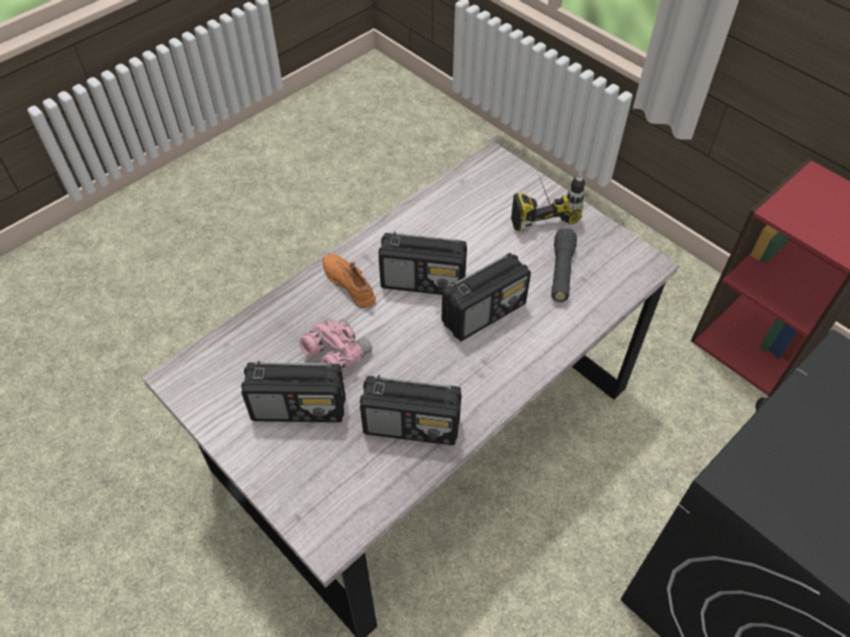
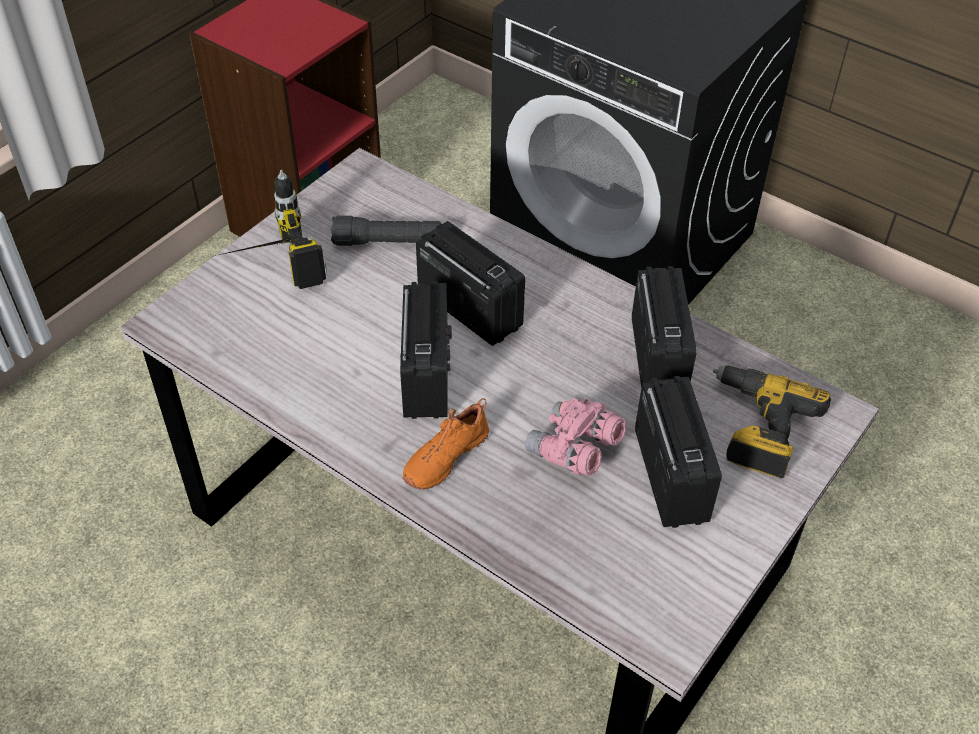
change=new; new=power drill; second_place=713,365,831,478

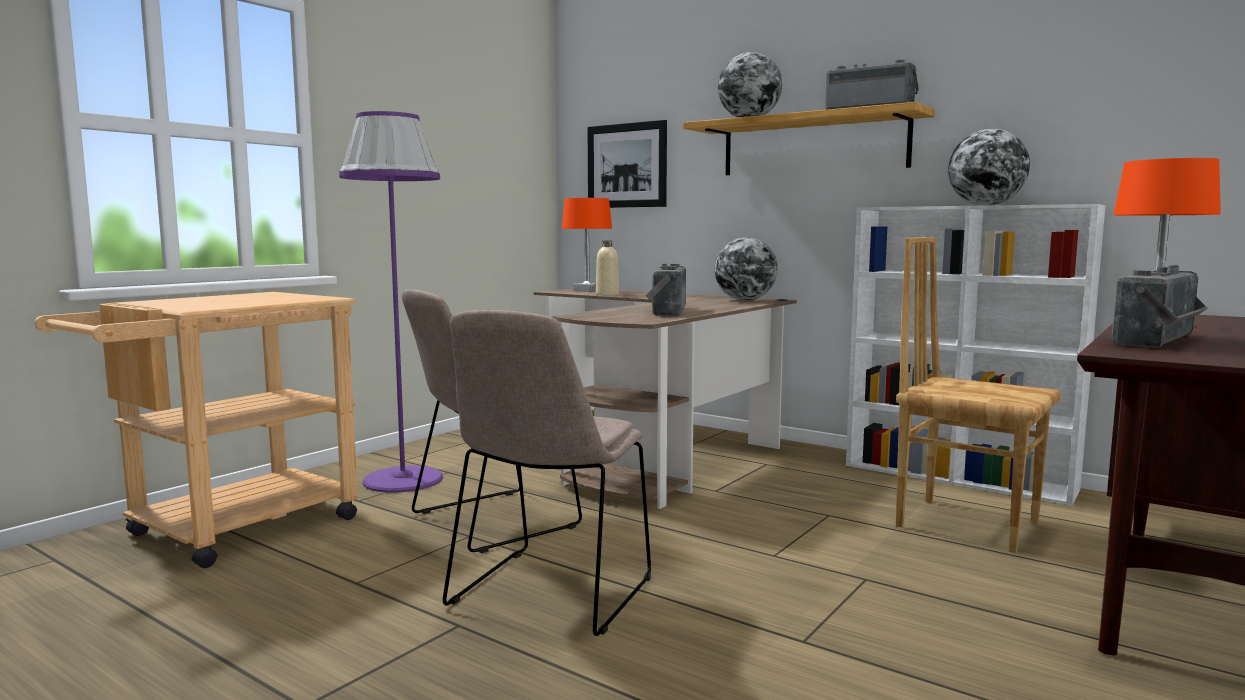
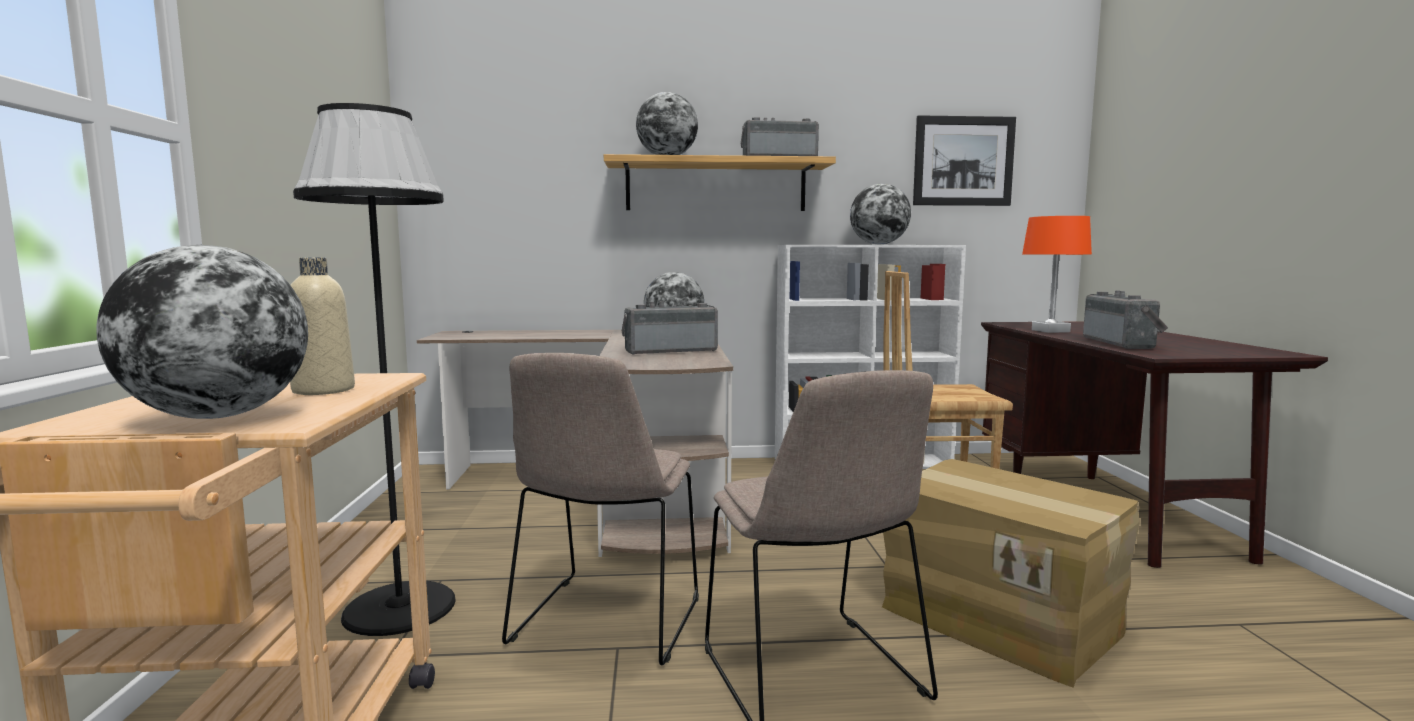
change=repainted; old=floor lamp (purple); new=floor lamp (black); first_place=339,111,443,493; second_place=293,103,456,636
change=shifted; old=picture; first_place=588,120,667,208; second_place=913,115,1016,206
change=gone; old=table lamp (orange); first_place=562,198,612,292
change=shifted; old=bottle (beige); first_place=596,240,619,296; second_place=290,258,355,395
change=rotated; old=radio; first_place=646,264,686,316; second_place=622,301,718,355; degrees=105
change=new; new=globe; second_place=96,245,308,419
change=new; new=cardboard box; second_place=882,459,1140,688

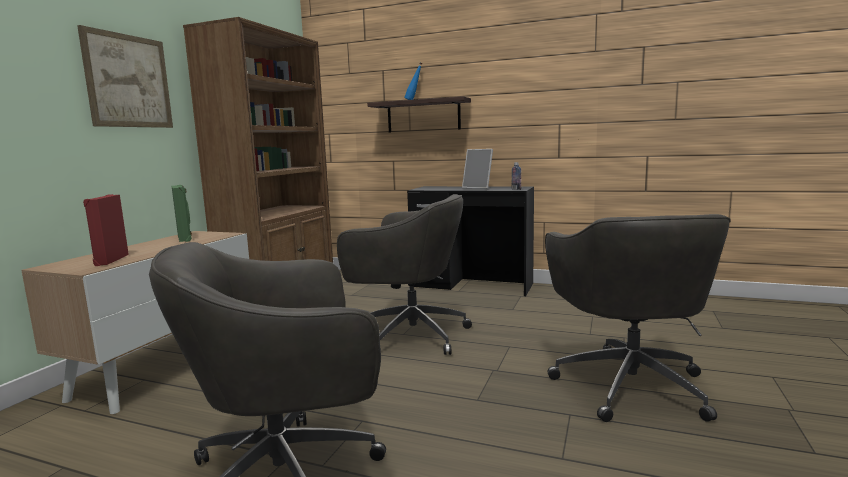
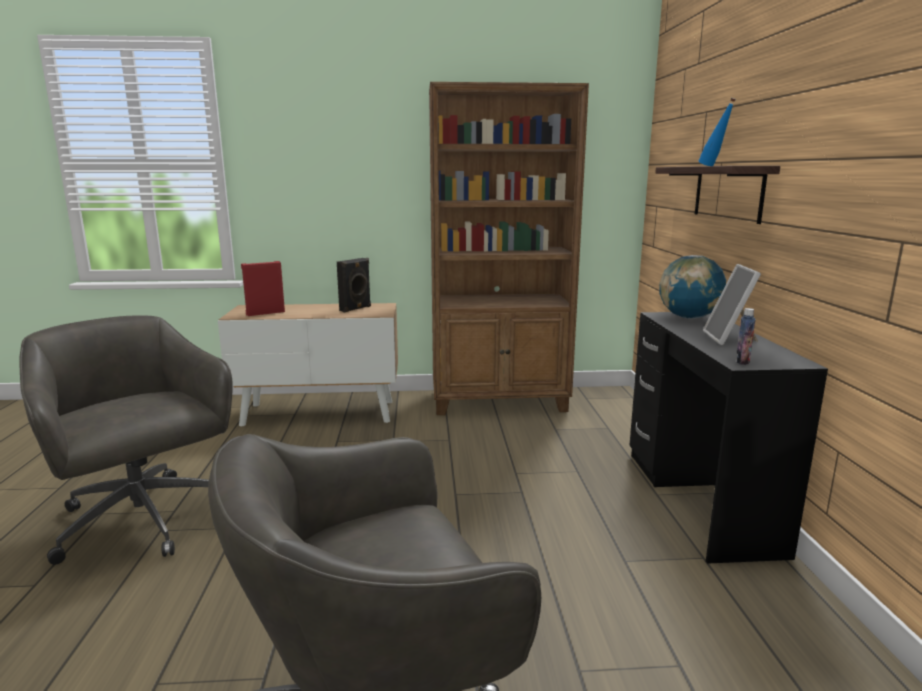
change=gone; old=picture; first_place=77,25,173,128
change=repainted; old=speaker (green); new=speaker (black); first_place=172,185,192,242; second_place=337,258,371,312
change=gone; old=office chair (grey); first_place=337,194,472,355
change=new; new=globe; second_place=659,255,726,319

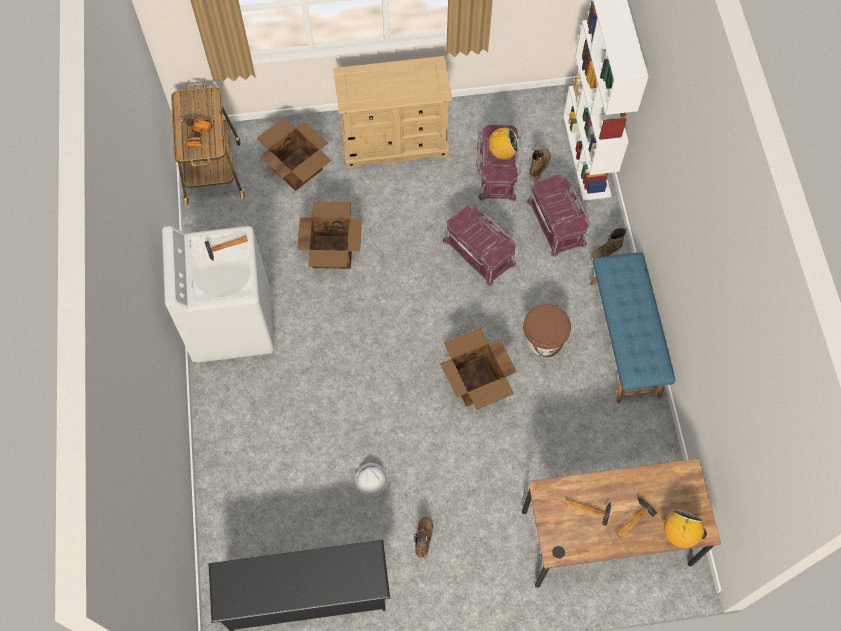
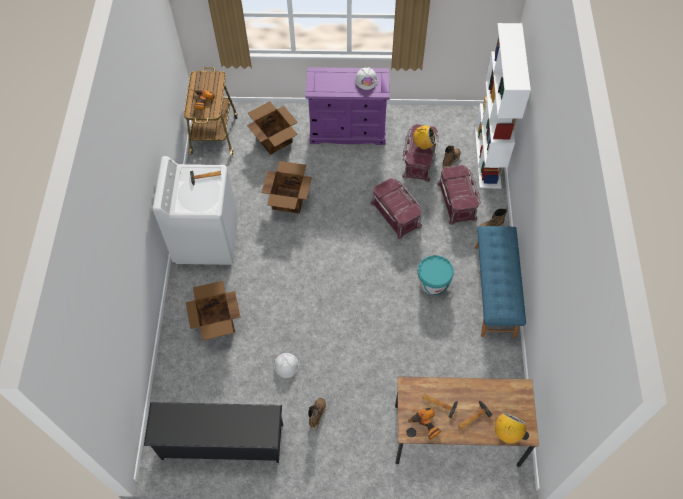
change=repainted; old=dresser (beige); new=dresser (purple); first_place=333,56,452,168; second_place=306,67,389,145
change=repainted; old=bucket (brown); new=bucket (turquoise); first_place=523,304,571,357; second_place=418,255,454,295
change=shifted; old=cardboard box; first_place=440,328,517,409; second_place=186,281,240,340
change=new; new=hard hat (white); second_place=355,68,378,90
change=new; new=power drill; second_place=404,408,441,440

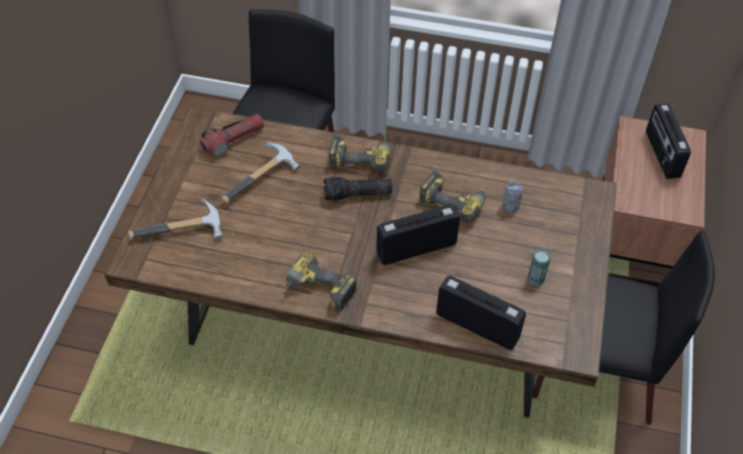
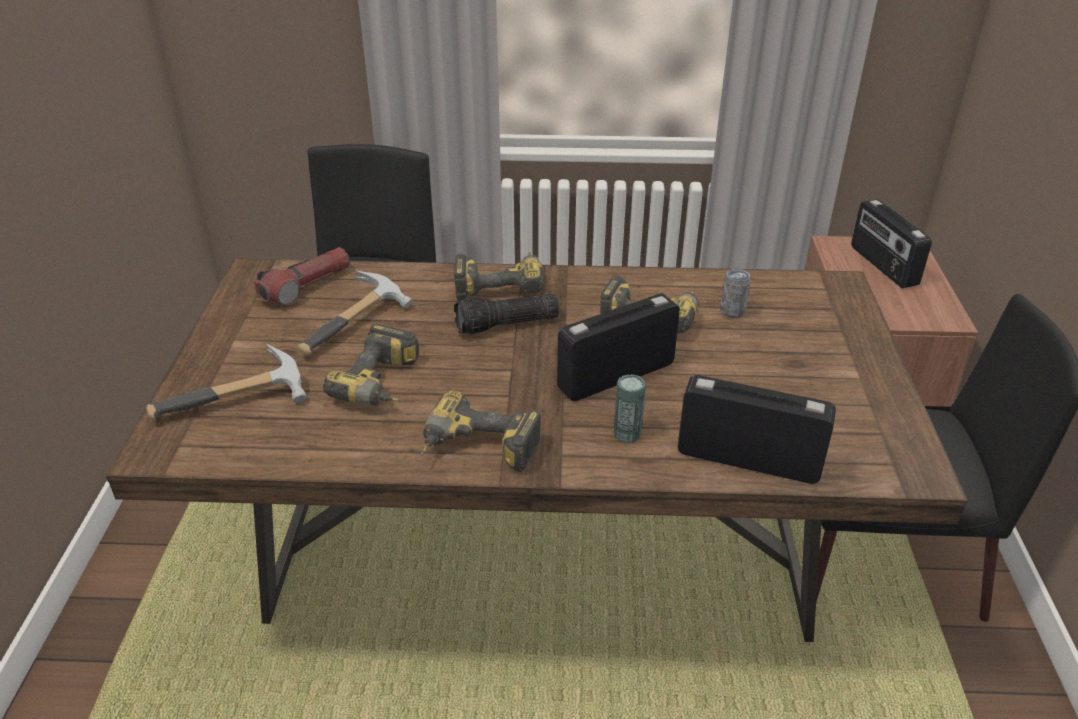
change=shifted; old=can; first_place=528,250,551,286; second_place=614,374,646,443
change=new; new=power drill; second_place=323,323,419,406

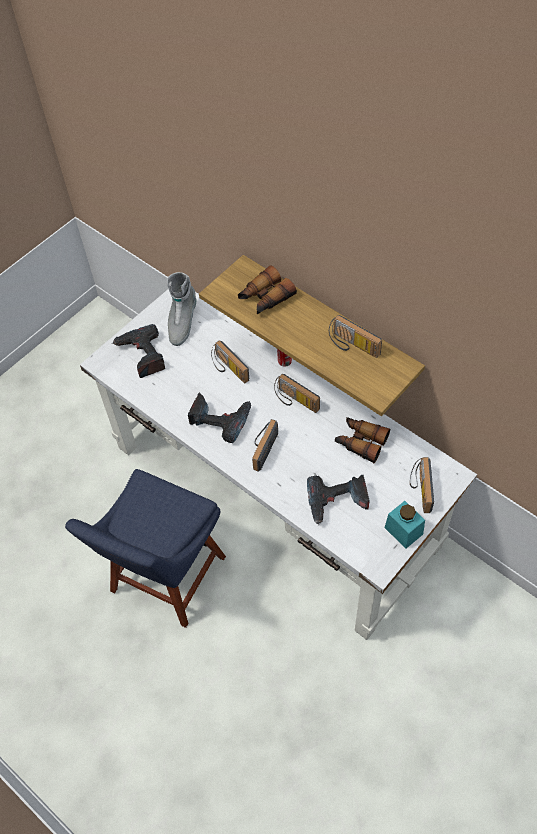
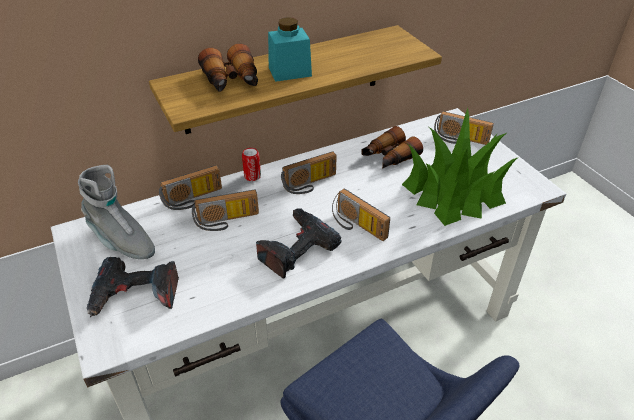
change=shifted; old=radio; first_place=329,315,382,358; second_place=159,165,222,210
change=swapped; old=power drill; new=potted plant; first_place=307,475,370,525; second_place=402,108,517,226
change=shifted; old=jar (turquoise); first_place=385,501,425,549; second_place=268,17,312,82

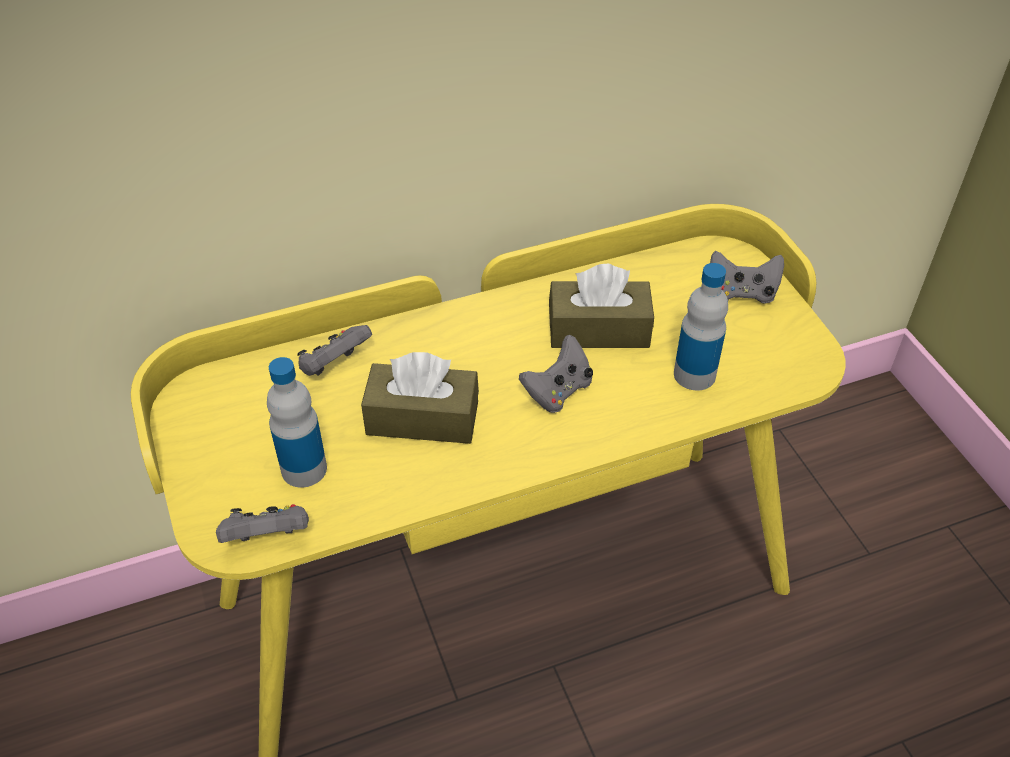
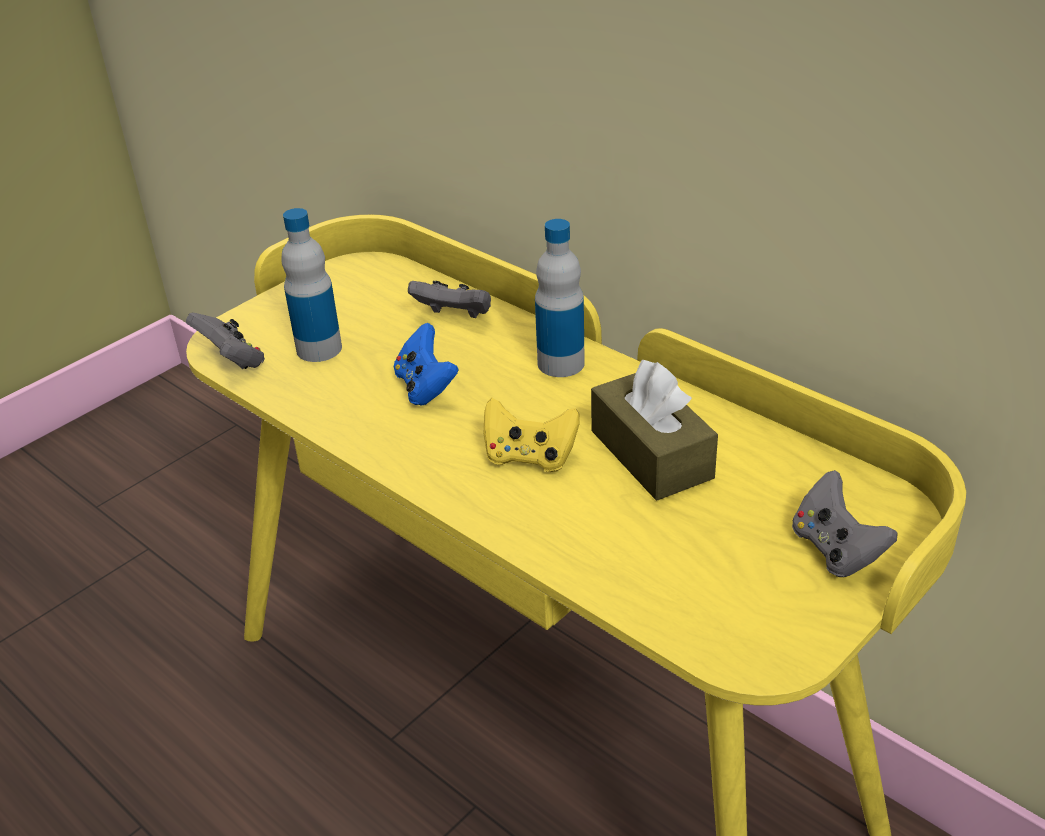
change=shifted; old=bottle; first_place=674,263,728,390; second_place=535,219,585,377
change=repainted; old=game controller (grey); new=game controller (yellow); first_place=519,335,593,413; second_place=484,398,580,472
change=swapped; old=tissue box (brown); new=game controller (blue); first_place=361,352,479,444; second_place=394,323,459,406

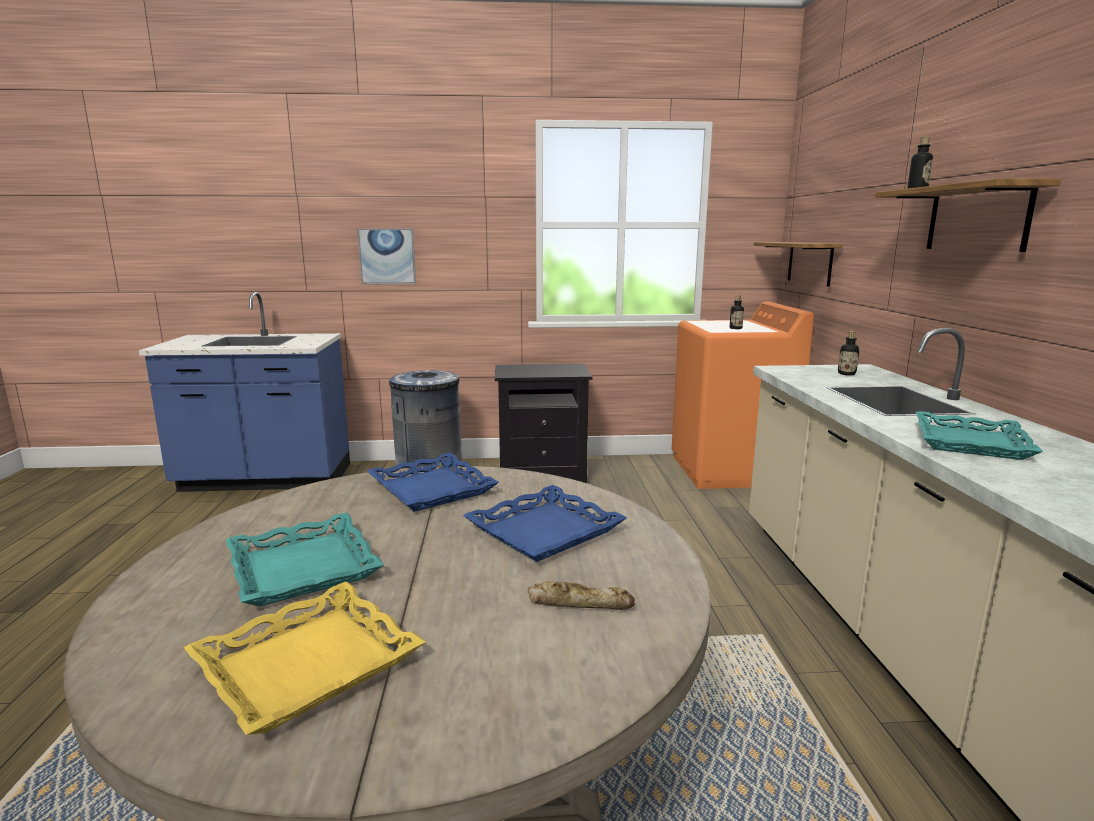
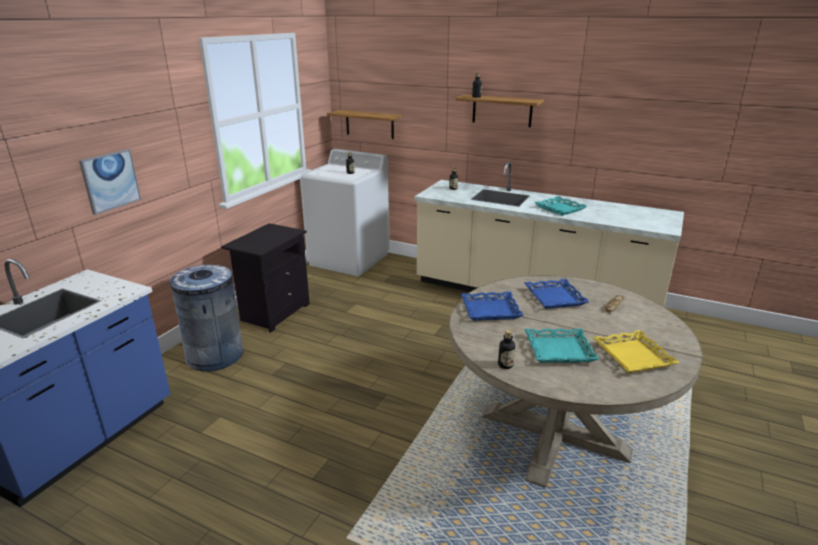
change=repainted; old=washing machine (orange); new=washing machine (white); first_place=672,302,814,489; second_place=300,149,390,276
change=new; new=bottle; second_place=498,330,515,369

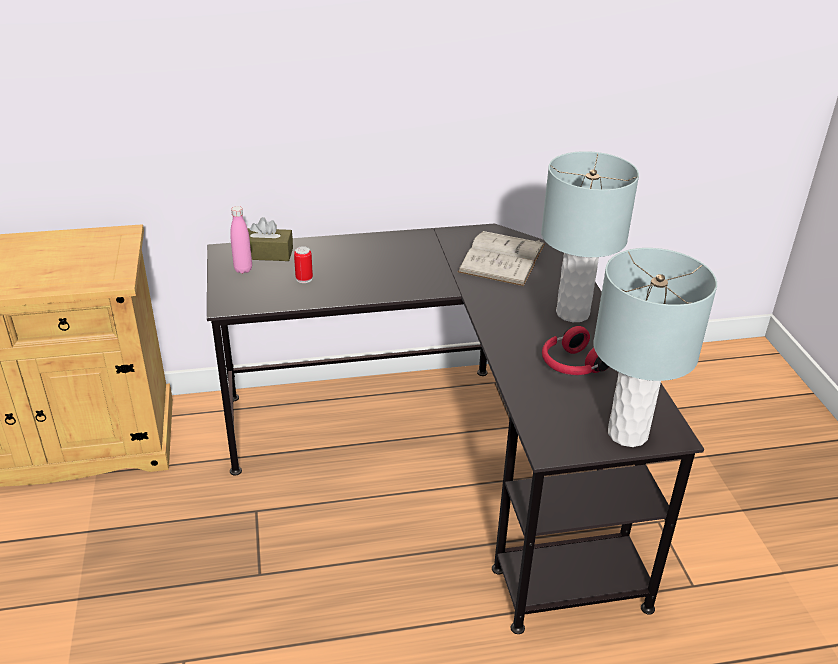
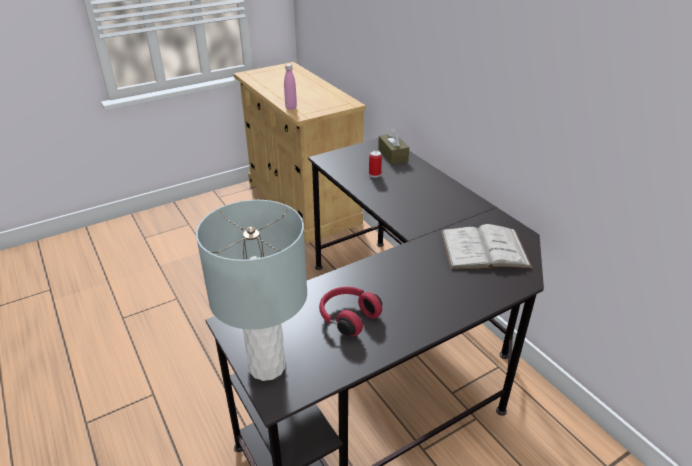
change=gone; old=table lamp (grey); first_place=541,151,639,322
change=shifted; old=bottle (pink); first_place=230,206,252,274; second_place=284,64,297,110

